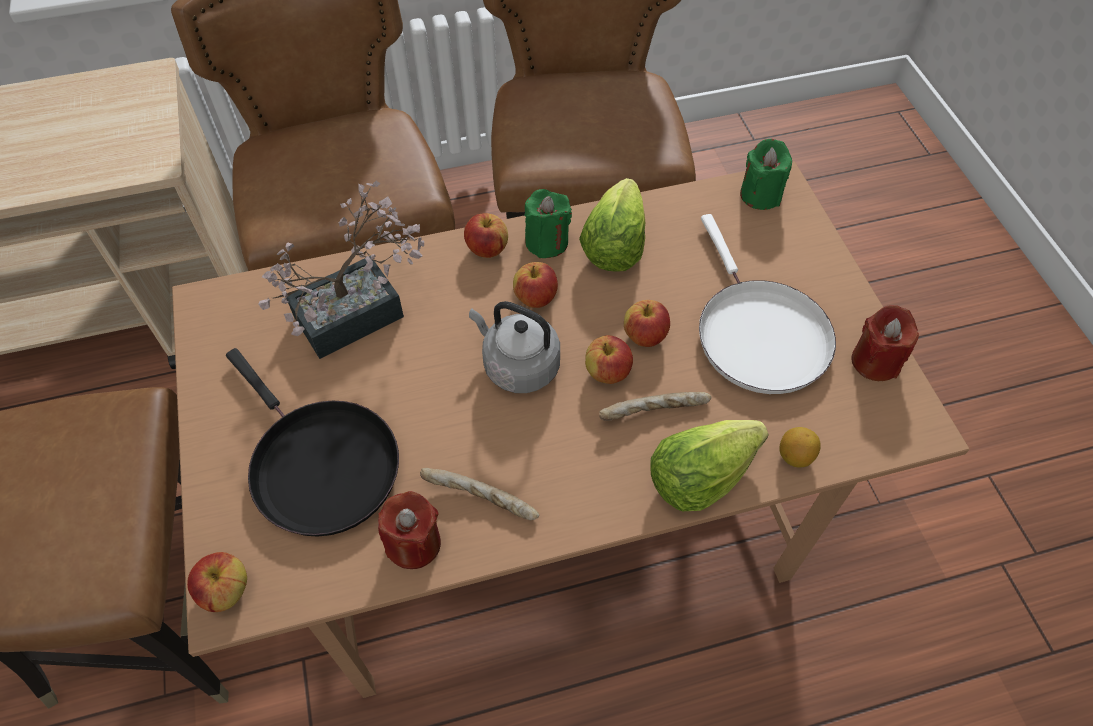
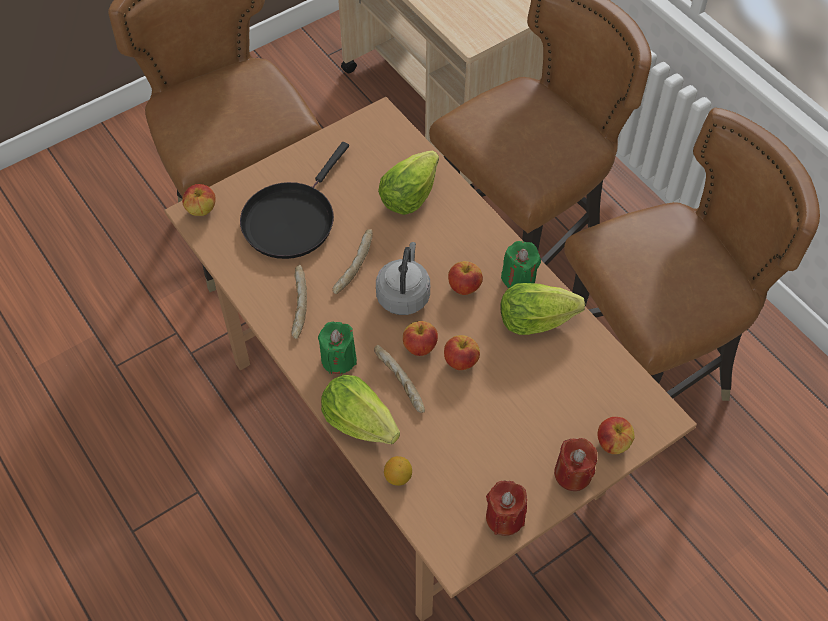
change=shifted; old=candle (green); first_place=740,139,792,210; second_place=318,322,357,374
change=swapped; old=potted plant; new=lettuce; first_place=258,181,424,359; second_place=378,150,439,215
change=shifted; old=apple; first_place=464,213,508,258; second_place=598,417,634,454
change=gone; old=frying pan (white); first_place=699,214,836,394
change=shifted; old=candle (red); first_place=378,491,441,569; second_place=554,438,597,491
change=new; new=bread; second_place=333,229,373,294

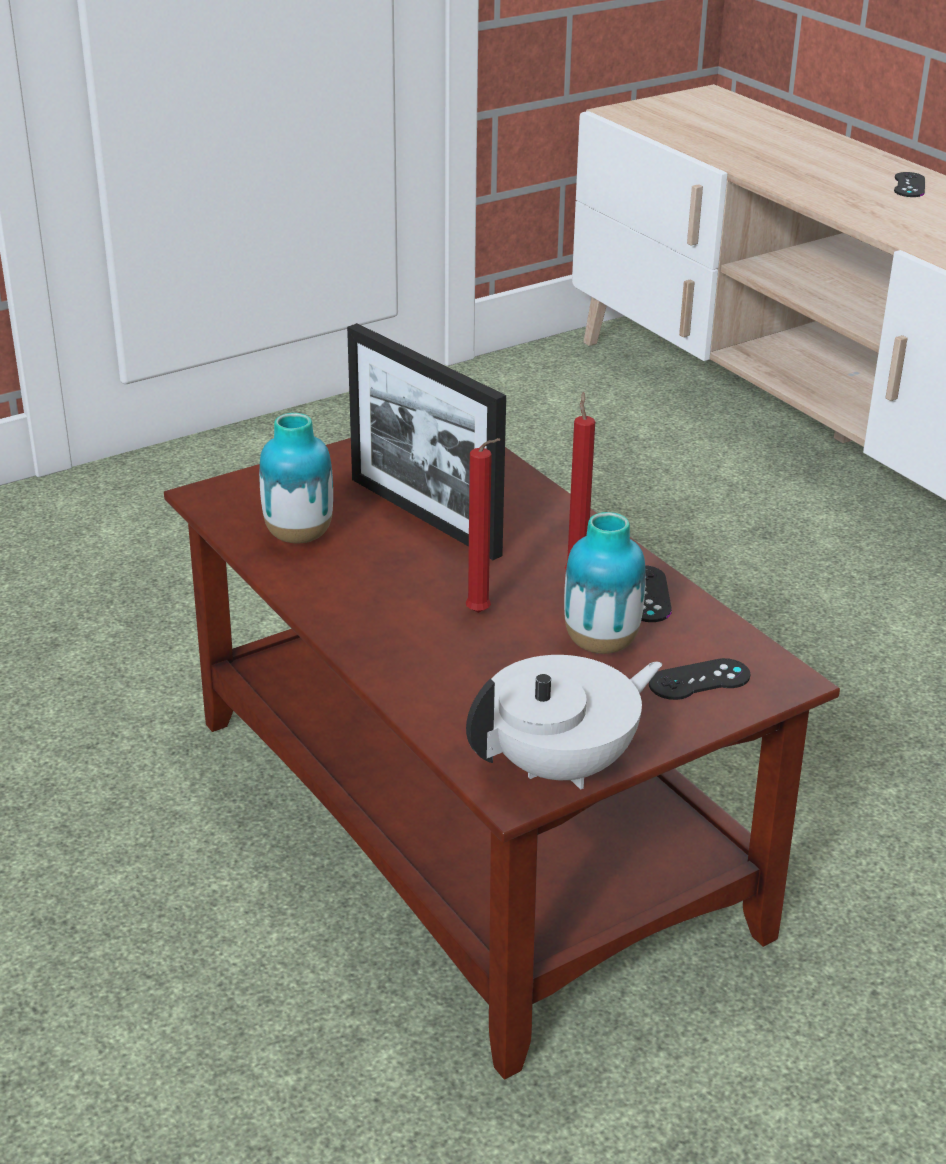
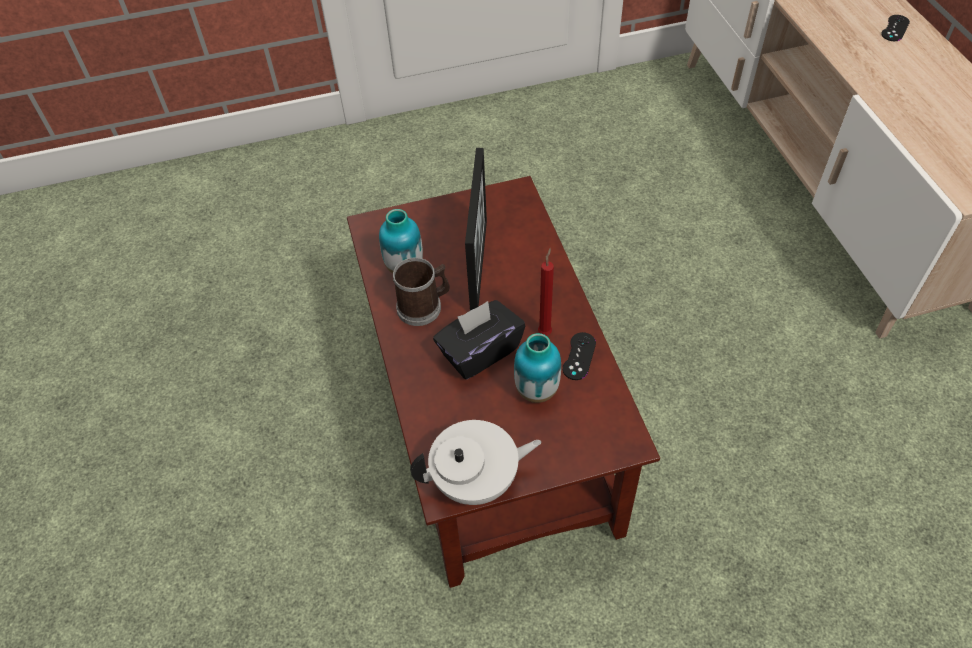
change=rotated; old=picture frame; first_place=347,323,506,560; second_place=465,148,487,311; degrees=-150
change=swapped; old=candle (red); new=tissue box (black); first_place=466,438,501,613; second_place=433,300,525,379
change=gone; old=game controller (black); first_place=649,658,750,700
change=new; new=mug; second_place=393,257,450,326

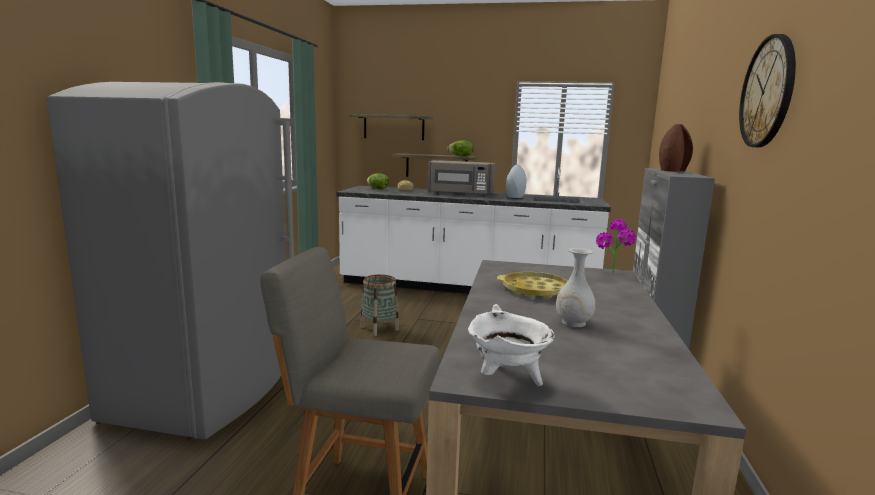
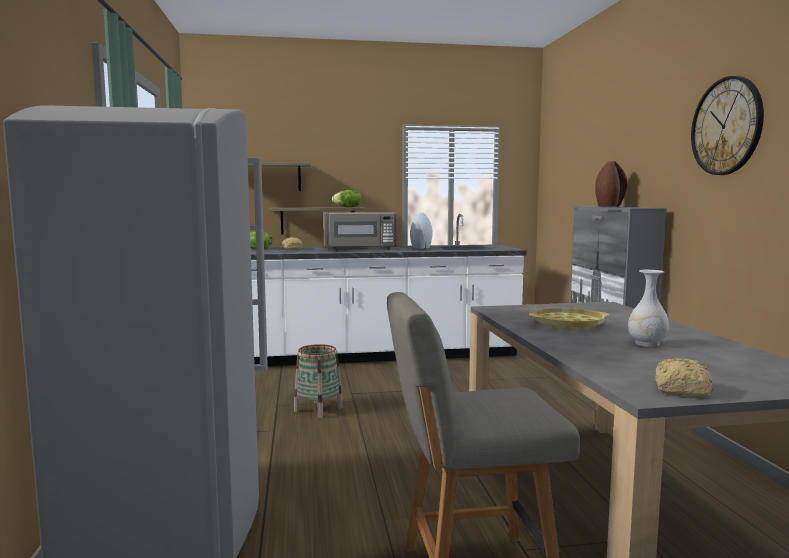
change=gone; old=potted plant; first_place=596,219,636,273
change=swapped; old=cooking pot (white); new=bread; first_place=468,304,555,386; second_place=655,357,713,397

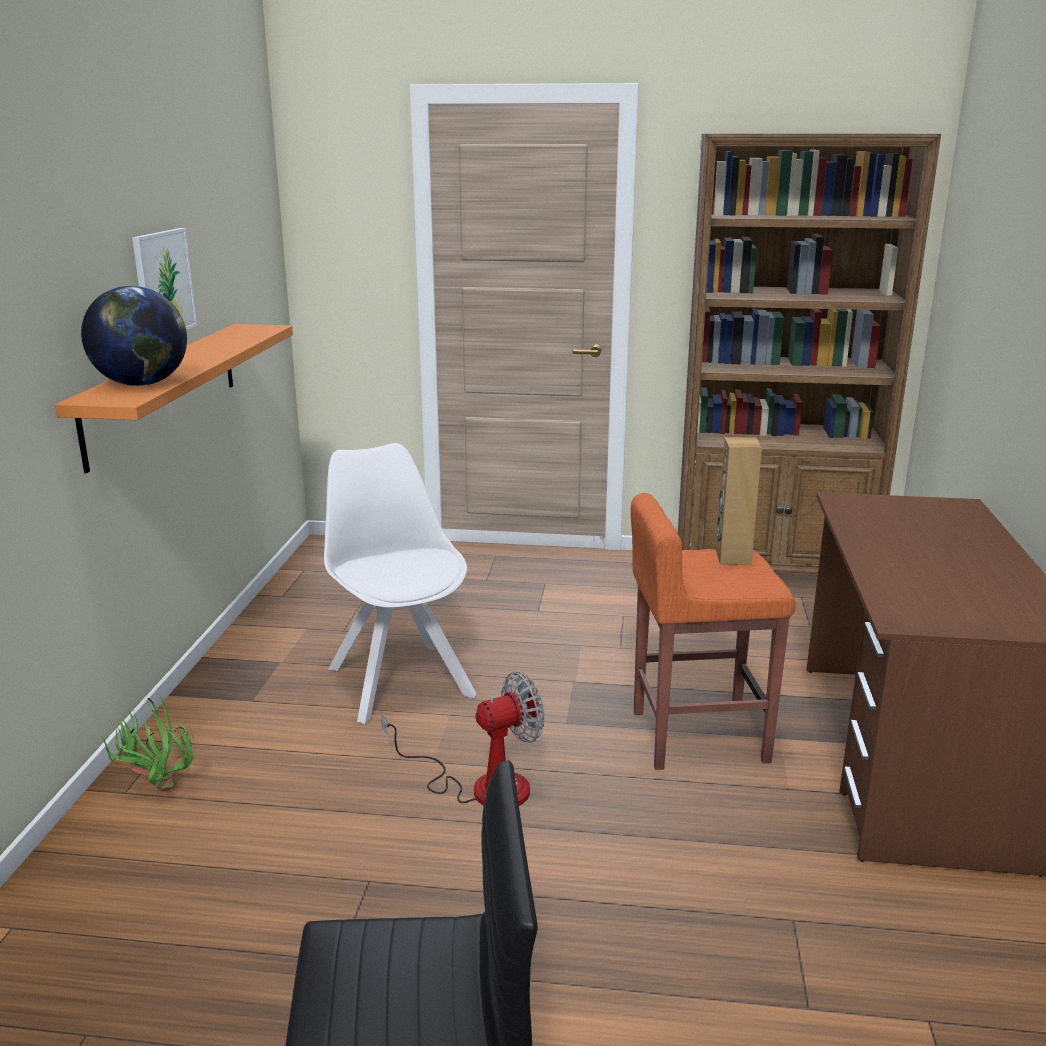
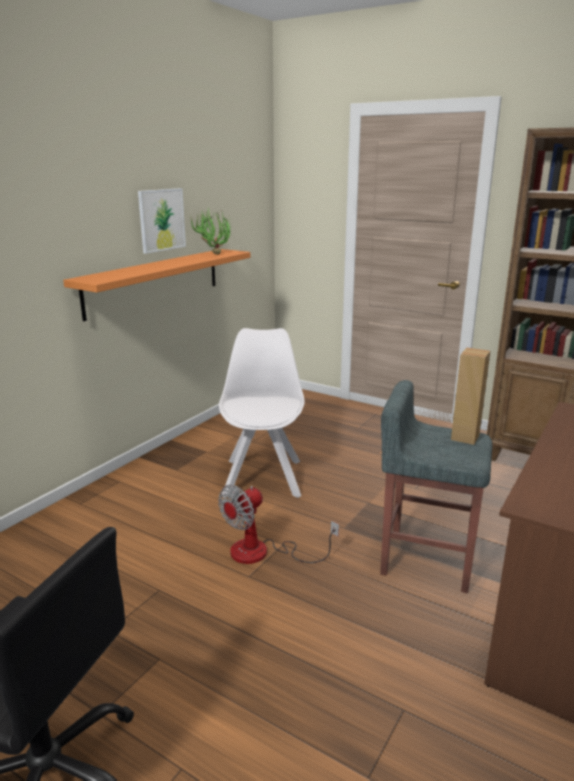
change=gone; old=globe; first_place=81,286,187,386
change=repainted; old=stool (orange); new=stool (grey); first_place=631,493,796,770; second_place=380,380,492,593
change=rotated; old=fan; first_place=381,672,544,806; second_place=218,485,339,564; degrees=135
change=shifted; old=potted plant; first_place=102,696,195,791; second_place=190,208,231,255

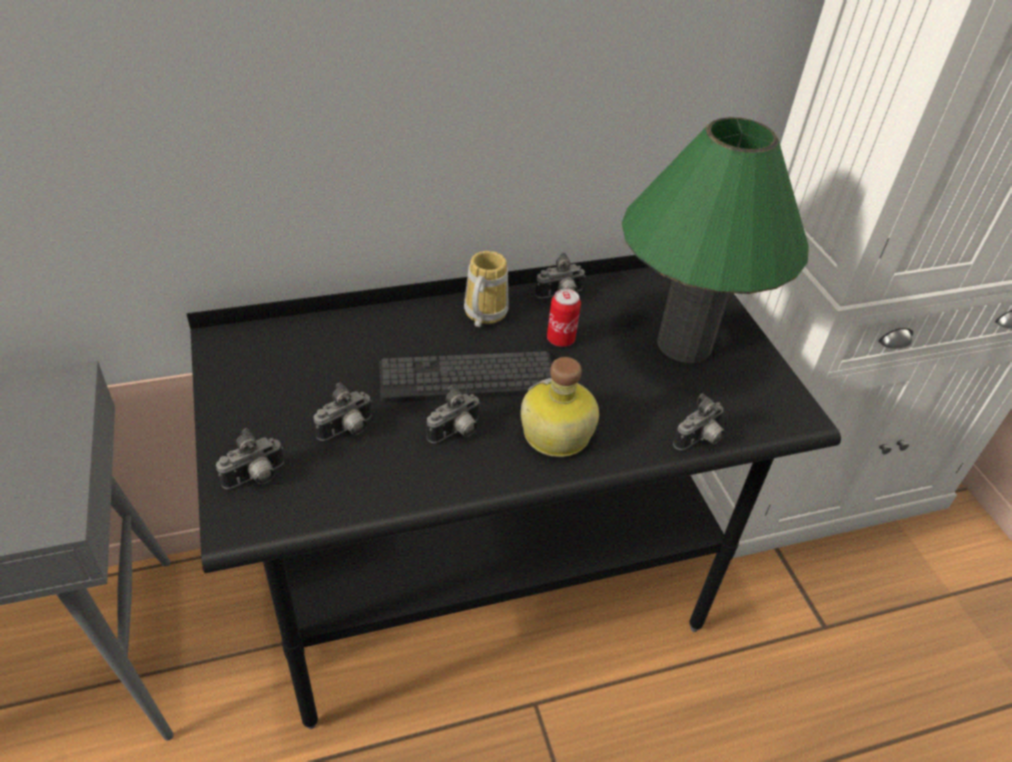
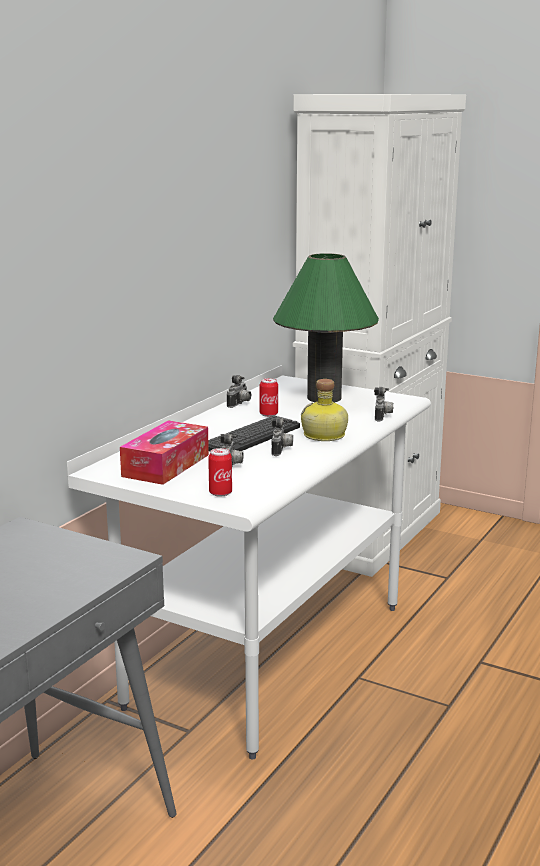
change=gone; old=mug; first_place=464,251,508,327
change=repainted; old=desk (black); new=desk (white); first_place=187,255,841,729; second_place=67,365,431,760
change=swapped; old=photo camera; new=can; first_place=216,428,284,489; second_place=208,448,232,497
change=new; new=tissue box; second_place=120,421,209,485

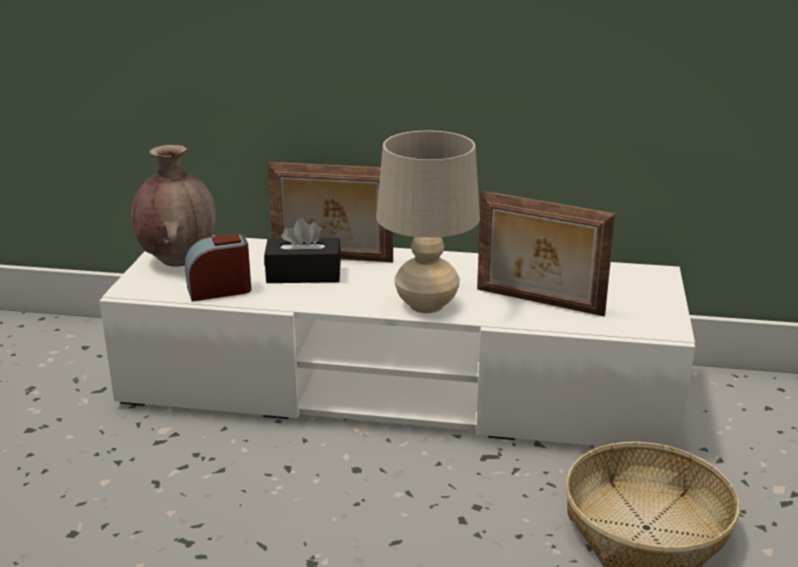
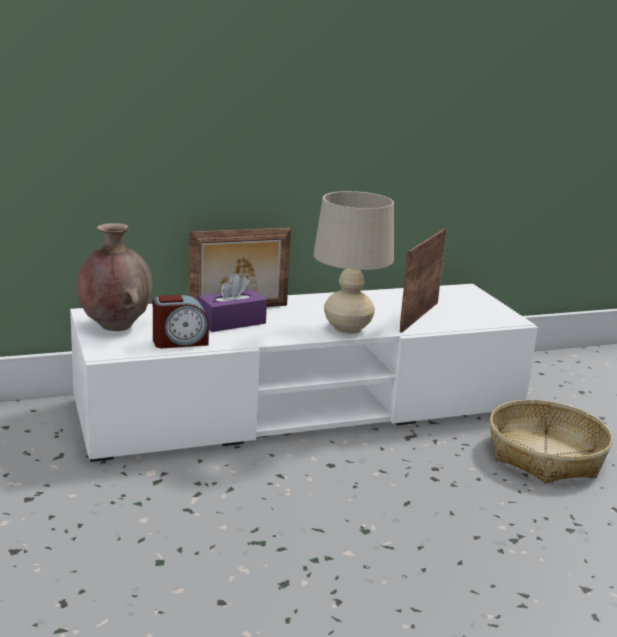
change=rotated; old=picture frame; first_place=477,191,616,316; second_place=400,228,447,333; degrees=120
change=repainted; old=tissue box (black); new=tissue box (purple); first_place=264,218,341,283; second_place=198,274,267,332
change=rotated; old=alarm clock; first_place=185,233,251,301; second_place=153,295,209,348; degrees=-150

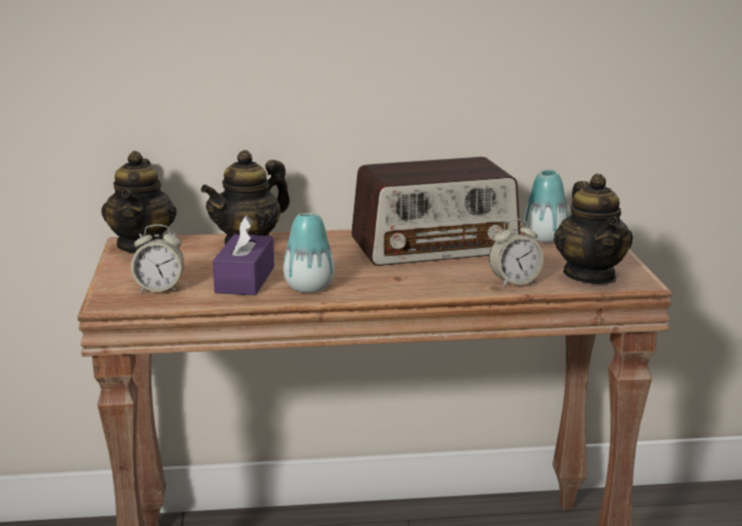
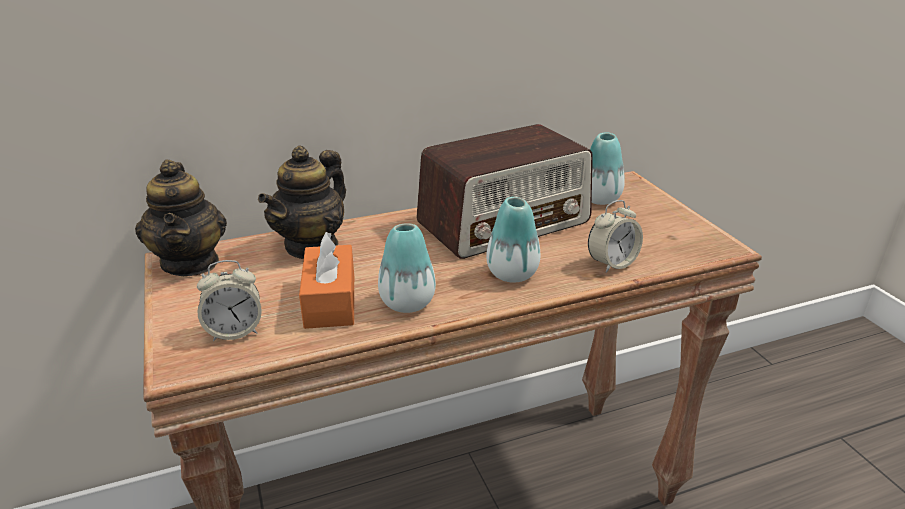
change=gone; old=teapot; first_place=554,174,633,284
change=repainted; old=tissue box (purple); new=tissue box (orange); first_place=213,216,274,295; second_place=299,232,354,329
change=new; new=vase; second_place=486,197,540,283

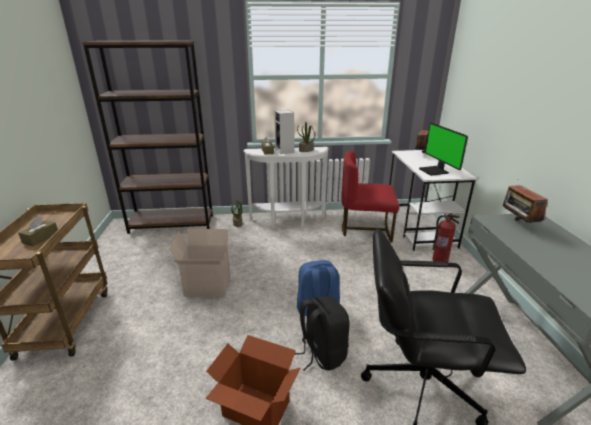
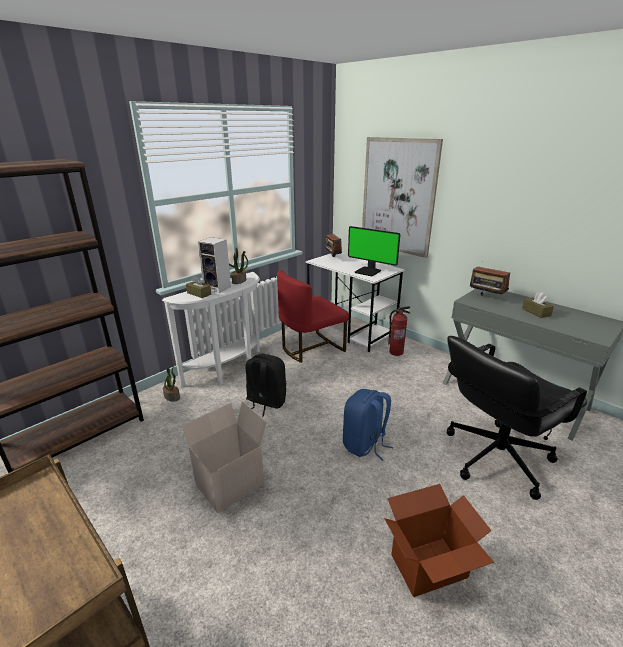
change=shifted; old=tissue box (brown); first_place=18,216,58,246; second_place=522,293,554,318
change=shifted; old=backpack (black); first_place=295,296,350,371; second_place=246,354,287,416
change=new; new=picture; second_place=362,137,443,258

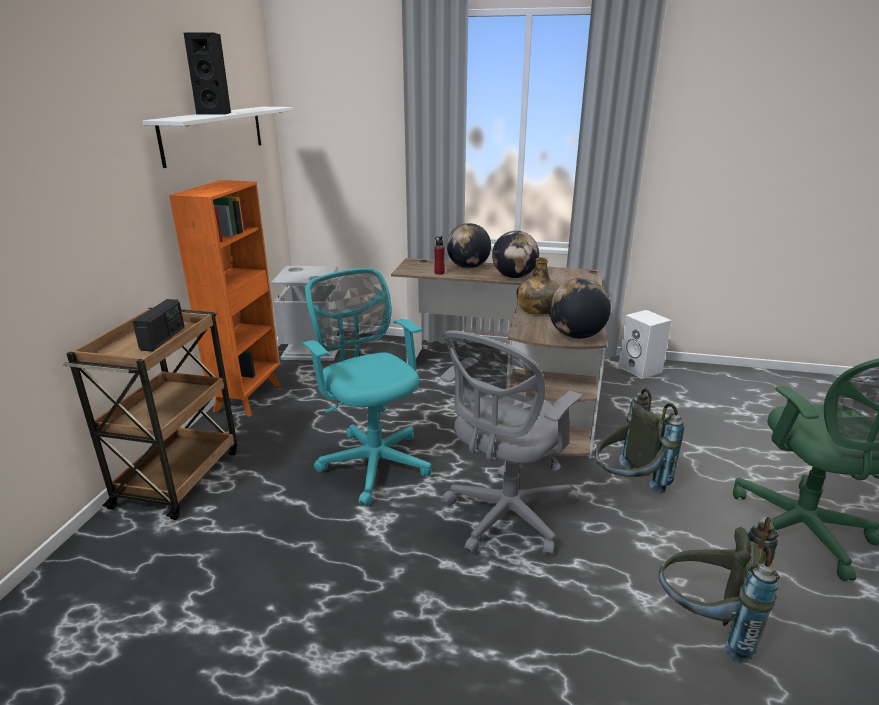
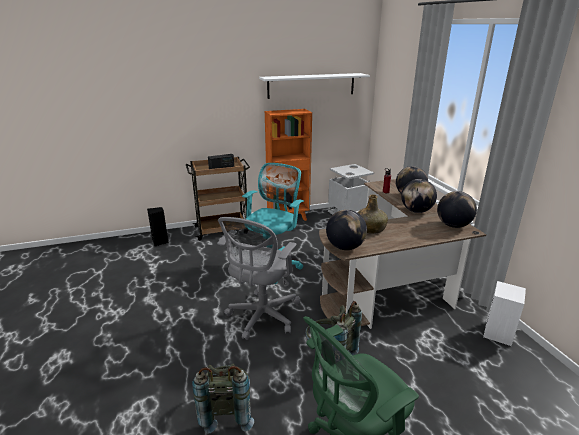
change=shifted; old=speaker (black); first_place=184,33,231,115; second_place=147,207,169,247
change=rotated; old=office chair (grey); first_place=441,330,582,556; second_place=217,217,301,340; degrees=-75
change=new; new=globe; second_place=437,191,477,228

